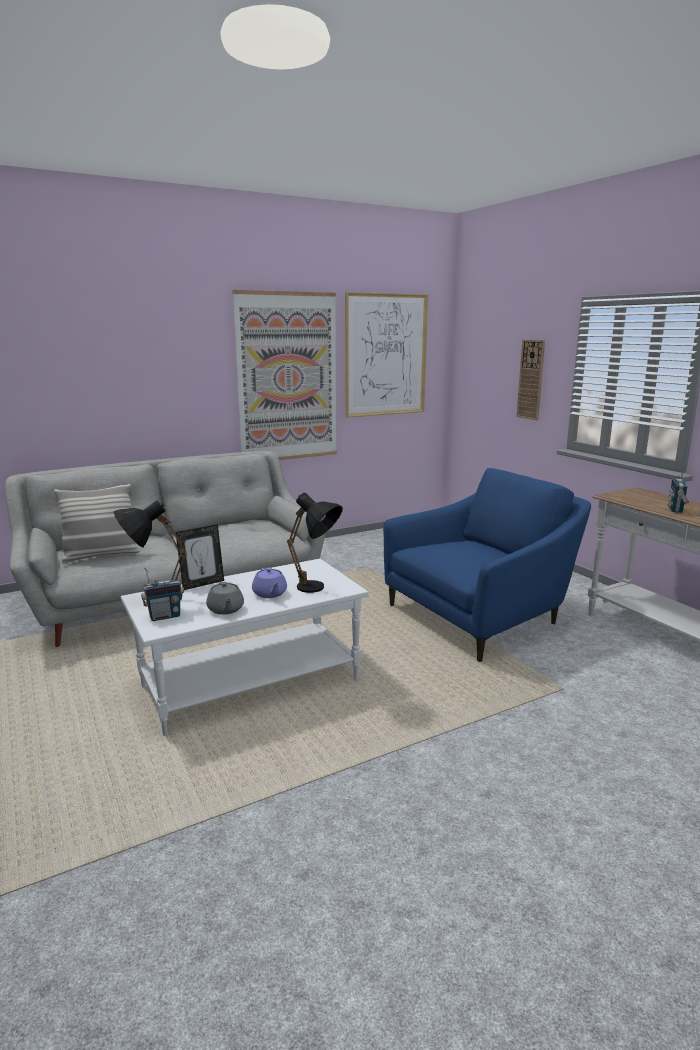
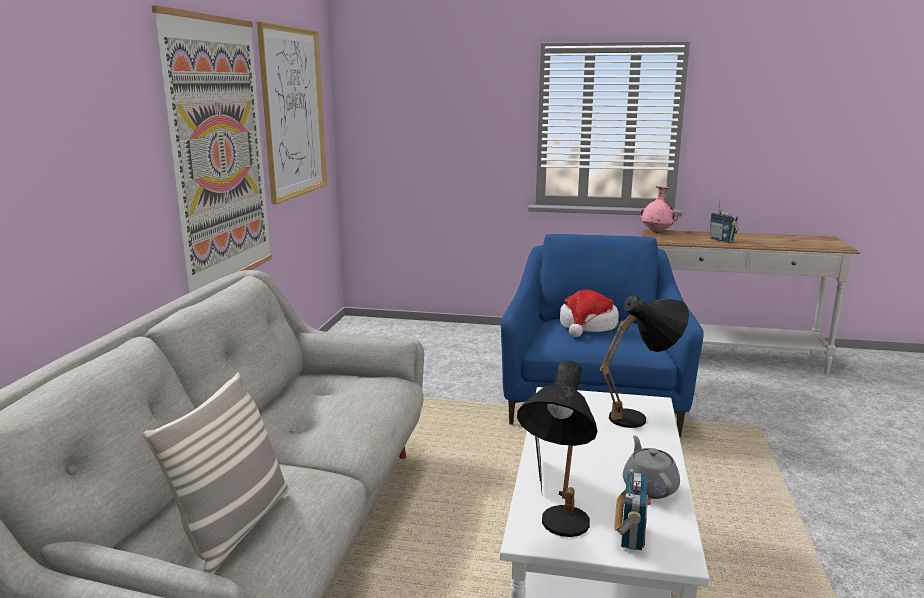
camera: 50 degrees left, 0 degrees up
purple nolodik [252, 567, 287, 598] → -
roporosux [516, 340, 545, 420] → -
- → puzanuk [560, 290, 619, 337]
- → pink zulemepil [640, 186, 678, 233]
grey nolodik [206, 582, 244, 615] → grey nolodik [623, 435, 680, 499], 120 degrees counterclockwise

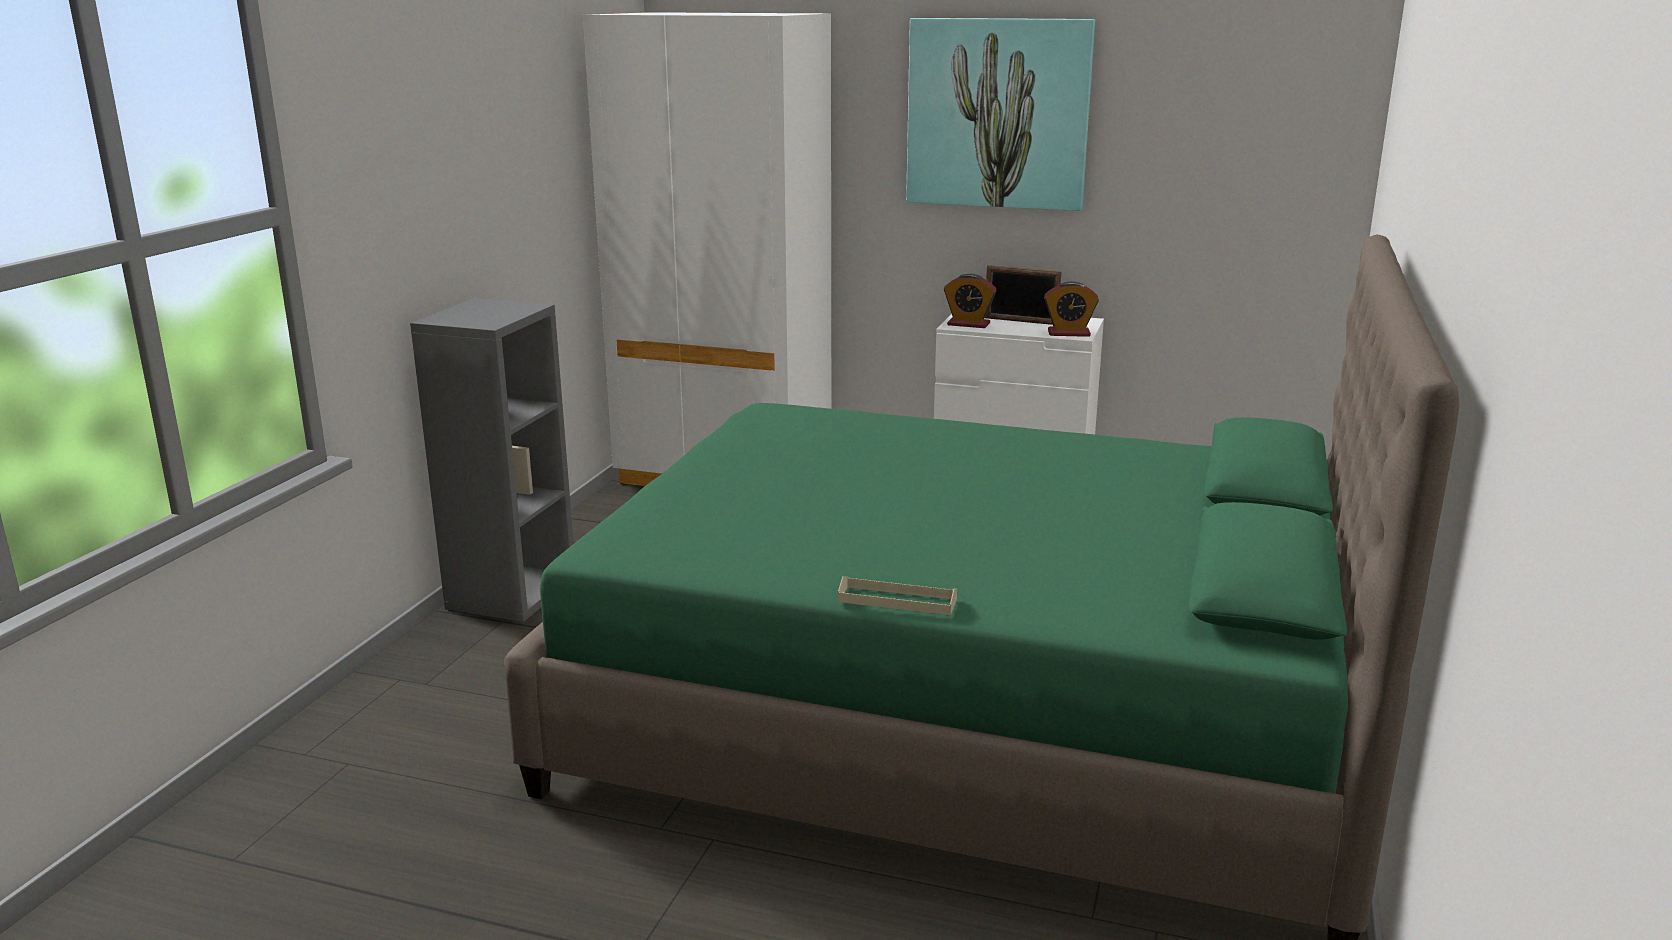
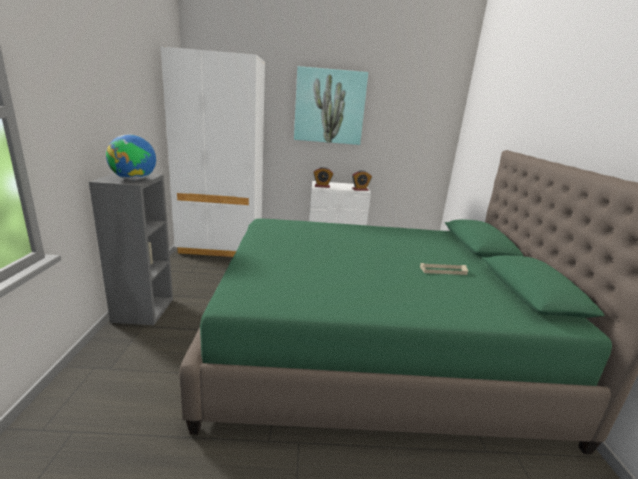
camera: 20 degrees left, 0 degrees up
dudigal [985, 265, 1062, 325] → -
- → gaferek [106, 135, 156, 180]
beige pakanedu [838, 576, 957, 615] → beige pakanedu [420, 263, 468, 275], shifted

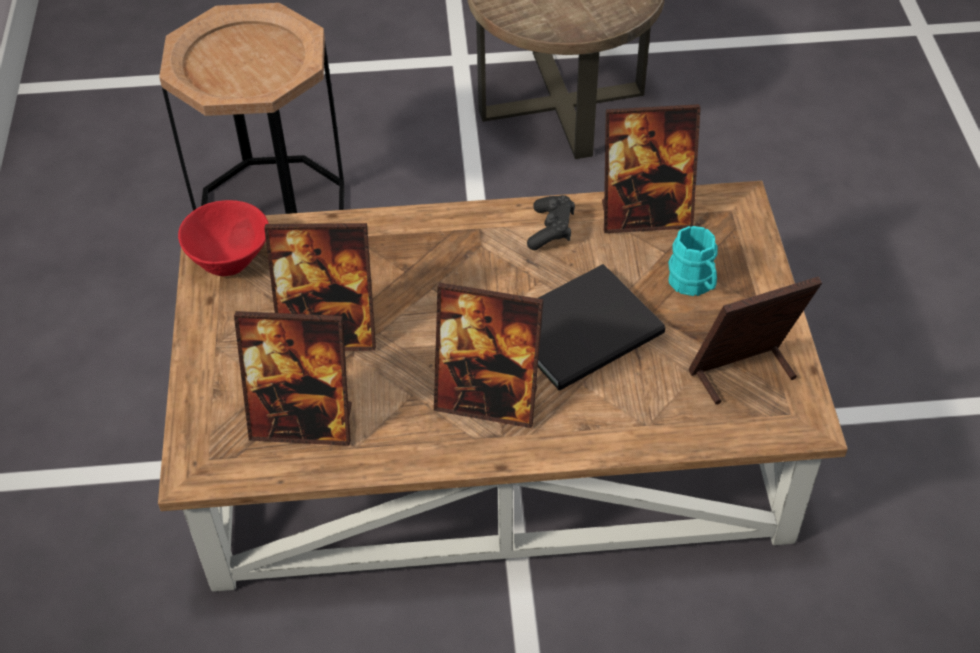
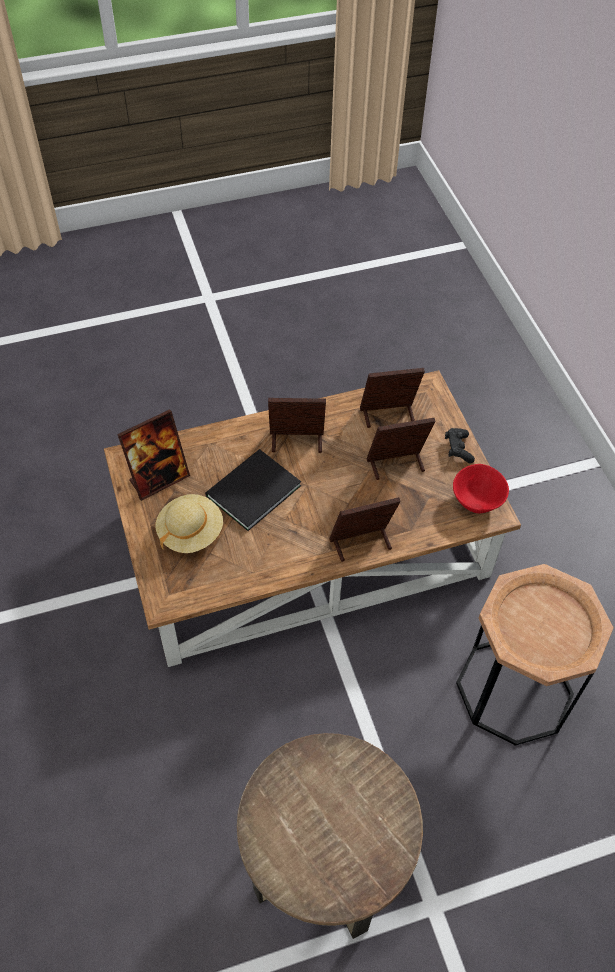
camera: 165 degrees right, 5 degrees up
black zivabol [527, 195, 575, 250] → black zivabol [445, 428, 475, 463], shifted
dudigal [602, 104, 701, 233] → dudigal [330, 497, 401, 562], shifted
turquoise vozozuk [668, 226, 717, 296] → beige puzanuk [155, 494, 223, 553]

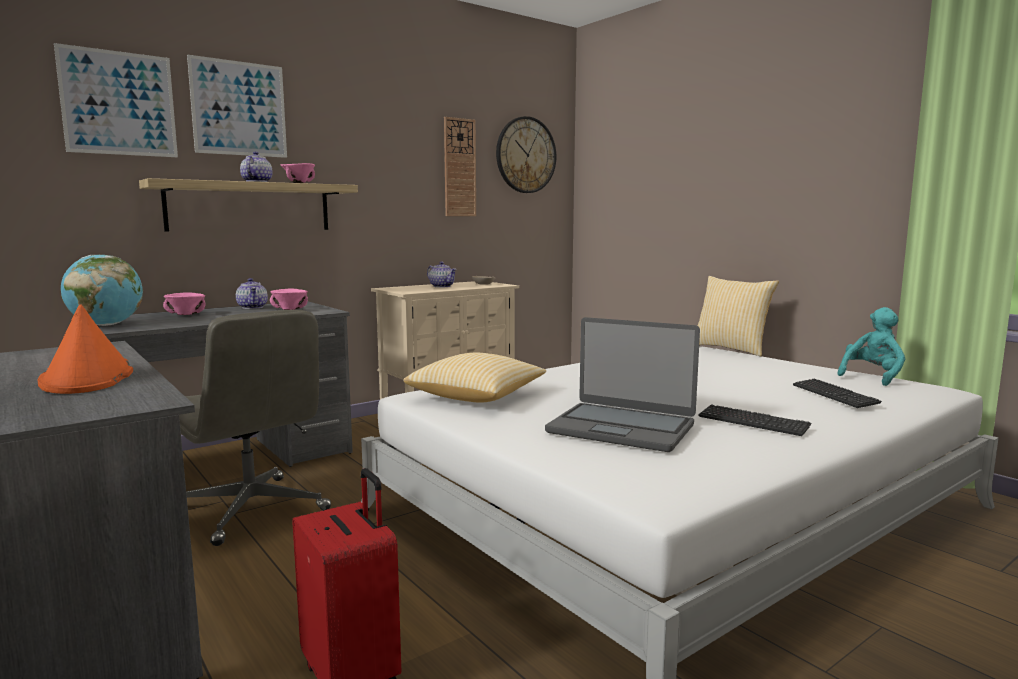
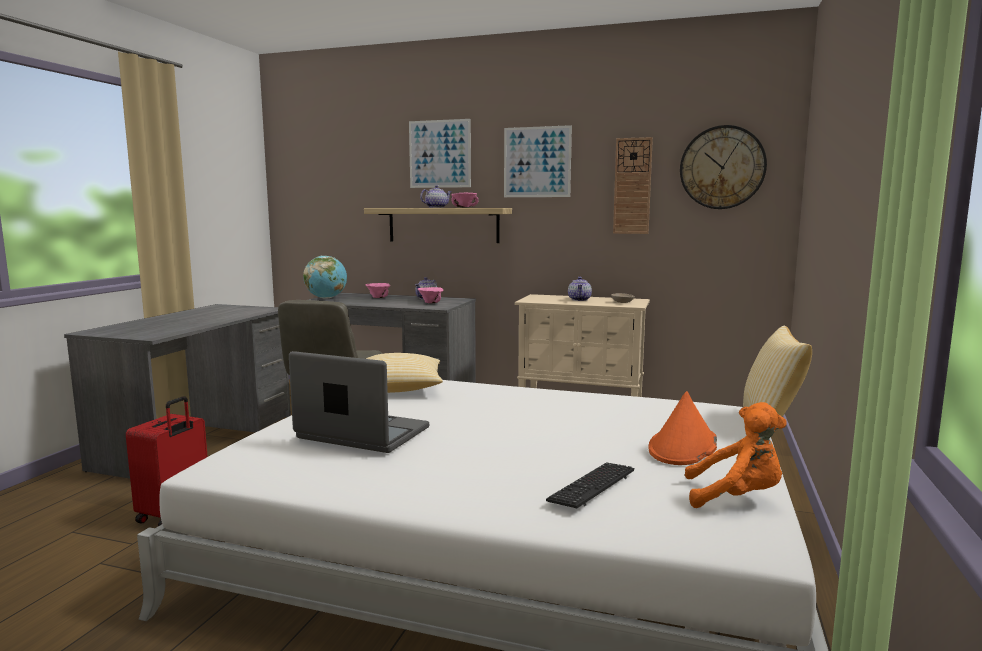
camera: 55 degrees right, 0 degrees up
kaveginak [698, 405, 812, 436] → -
orange puzanuk [38, 304, 133, 394] → orange puzanuk [649, 391, 717, 465], shifted
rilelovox [54, 43, 178, 157] → rilelovox [504, 125, 572, 197], shifted
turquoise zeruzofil [837, 307, 905, 386] → orange zeruzofil [685, 402, 787, 508]
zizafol [545, 317, 700, 452] → zizafol [289, 351, 429, 453], 120 degrees clockwise

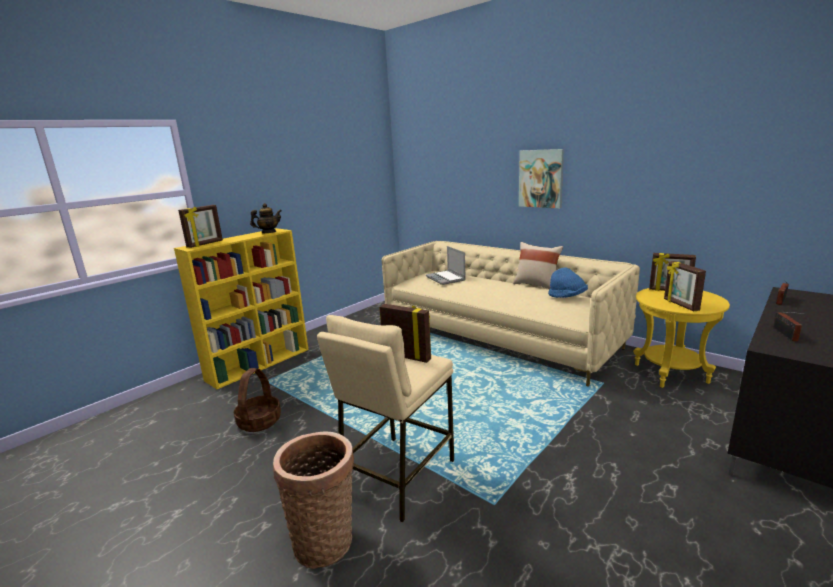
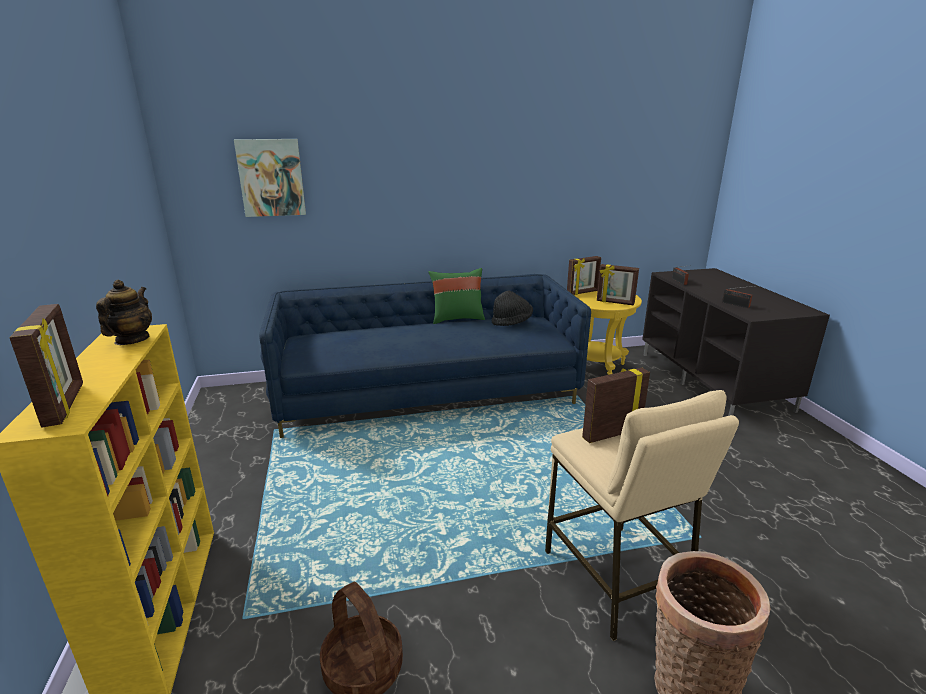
camera: 55 degrees left, 5 degrees up
zizafol [426, 246, 466, 285] → -
rilelovox [519, 149, 564, 209] → rilelovox [234, 139, 306, 217], shifted
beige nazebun [382, 241, 640, 387] → blue nazebun [259, 274, 591, 438]
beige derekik [513, 242, 563, 289] → green derekik [428, 268, 485, 324]
blue puzanuk [548, 268, 588, 298] → black puzanuk [491, 291, 533, 326]

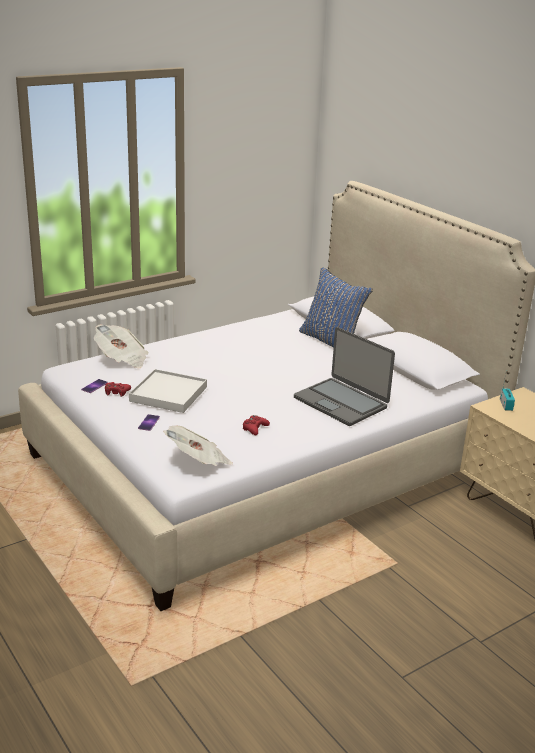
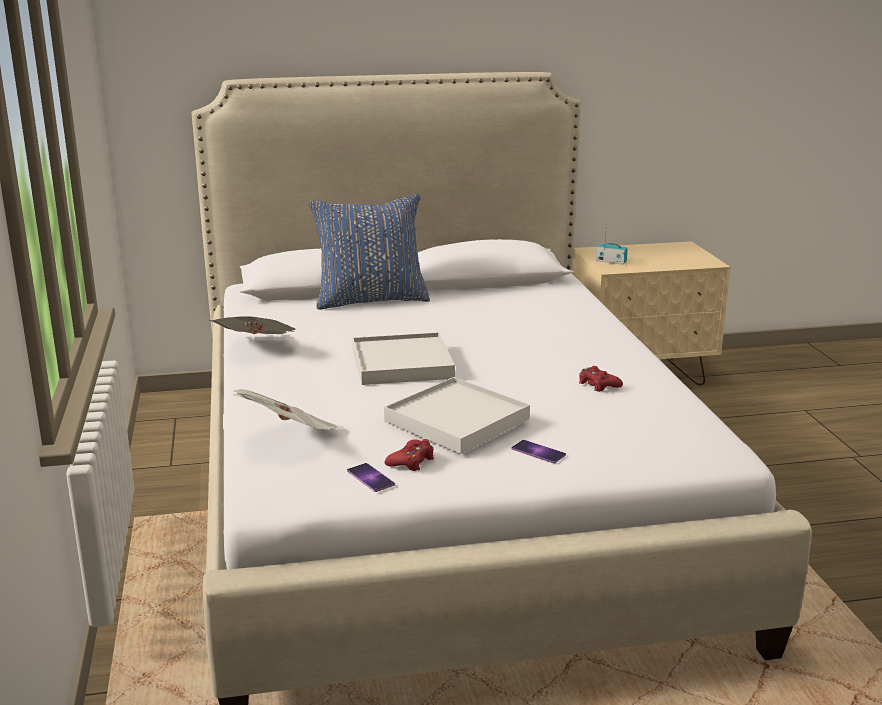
camera: 65 degrees left, 5 degrees down
zizafol [294, 327, 395, 426] → -
- → white pakanedu [352, 332, 455, 385]
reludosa [163, 426, 233, 466] → reludosa [209, 316, 296, 334], shifted

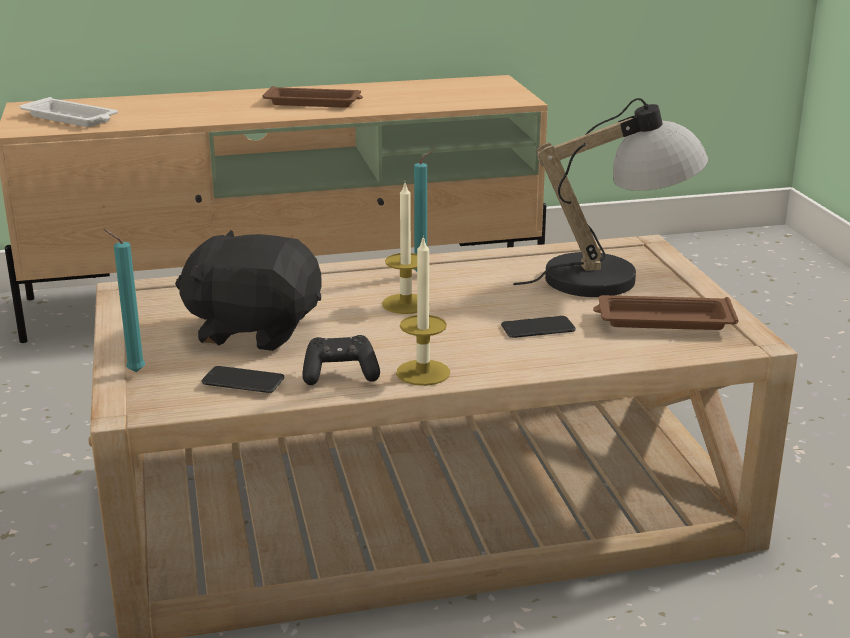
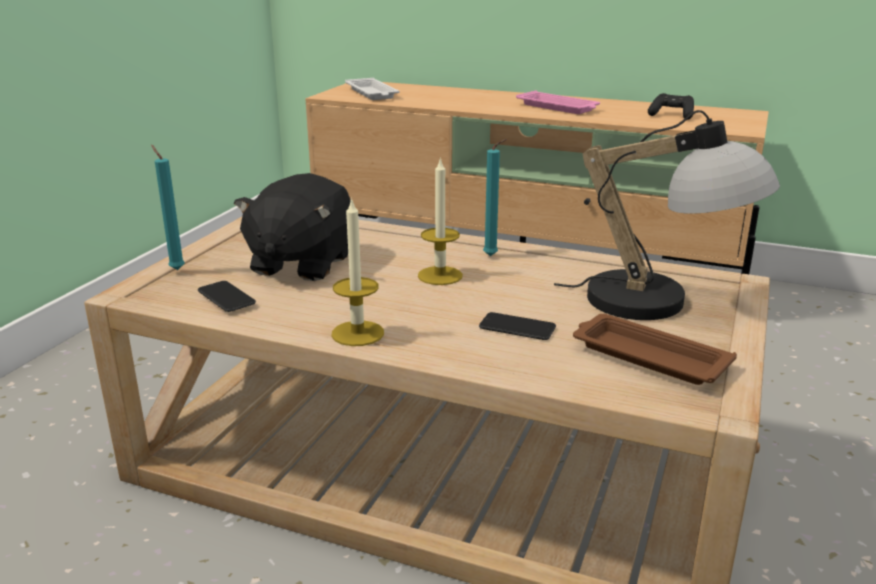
camera: 35 degrees right, 0 degrees up
black zivabol [302, 335, 380, 385] → black zivabol [648, 93, 694, 120], shifted
brown pakanedu [262, 86, 363, 108] → pink pakanedu [516, 90, 600, 114]
black zeruzofil [175, 230, 322, 351] → black zeruzofil [234, 173, 351, 281], 120 degrees counterclockwise

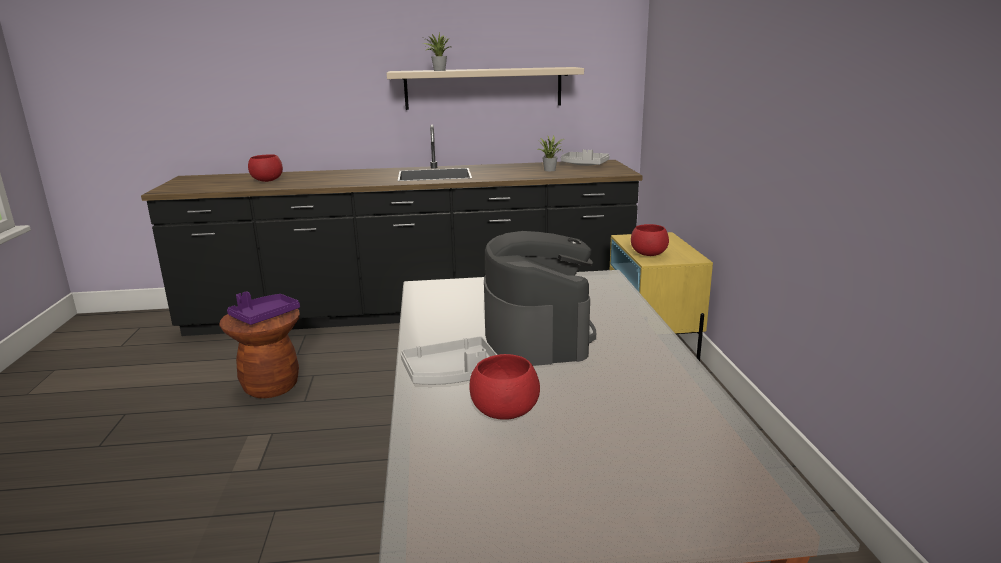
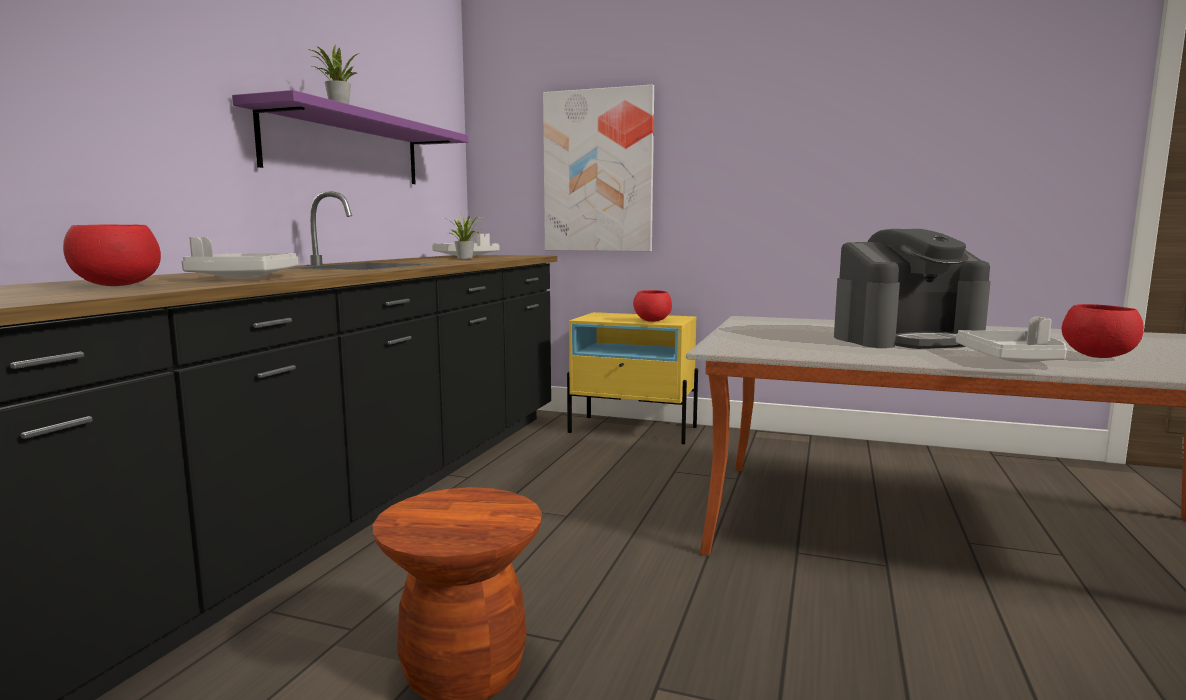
camera: 65 degrees left, 10 degrees down
purple pakanedu [227, 291, 300, 325] → -
- → grey pakanedu [181, 237, 298, 279]
- → rilelovox [543, 85, 654, 251]
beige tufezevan [387, 67, 584, 110] → purple tufezevan [232, 90, 469, 184]
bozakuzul [484, 231, 596, 366] → bozakuzul [834, 229, 991, 349], 150 degrees clockwise

